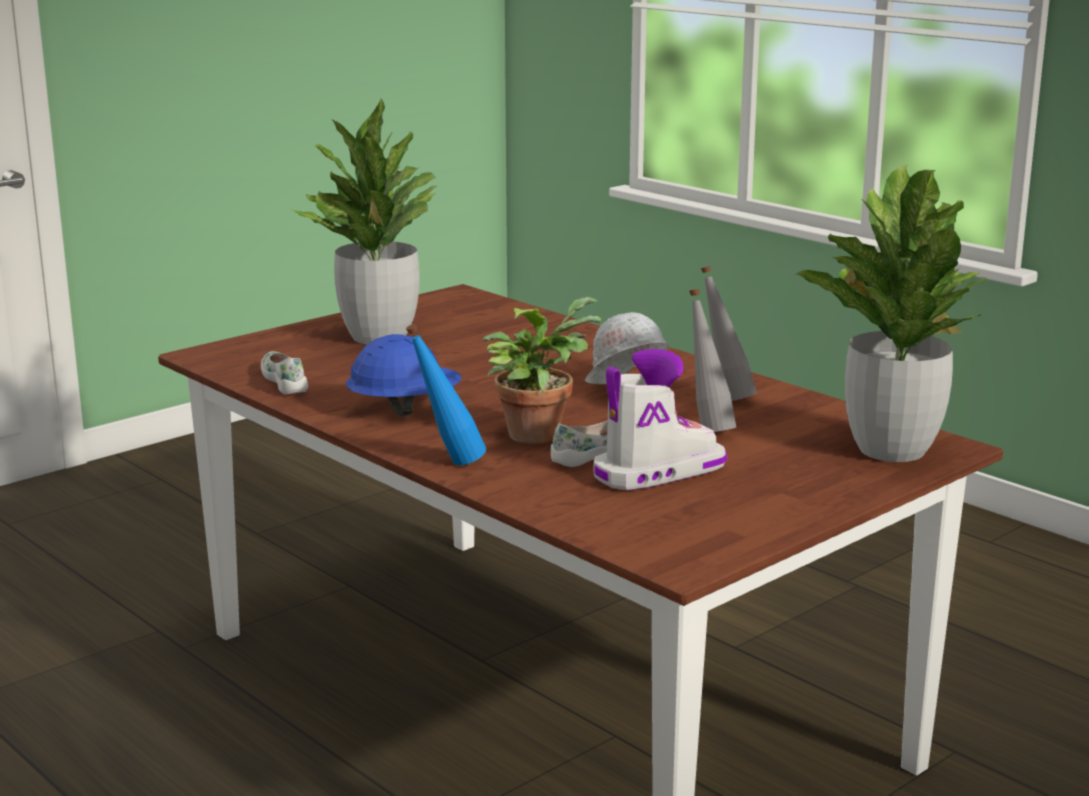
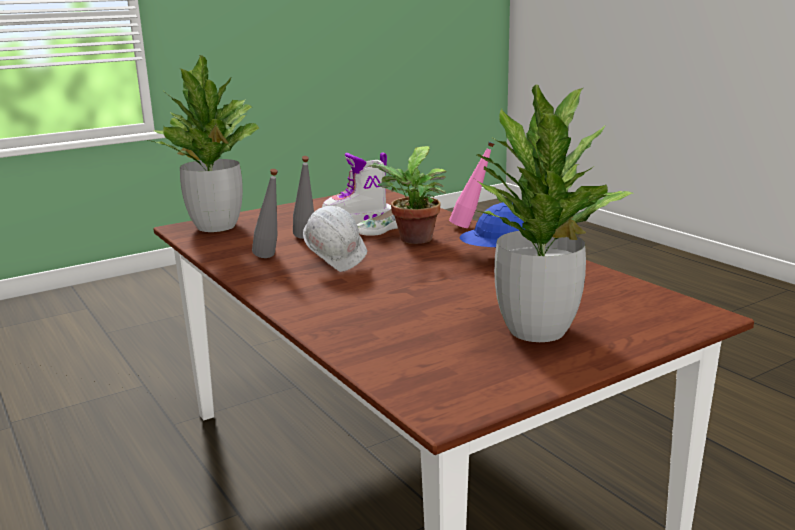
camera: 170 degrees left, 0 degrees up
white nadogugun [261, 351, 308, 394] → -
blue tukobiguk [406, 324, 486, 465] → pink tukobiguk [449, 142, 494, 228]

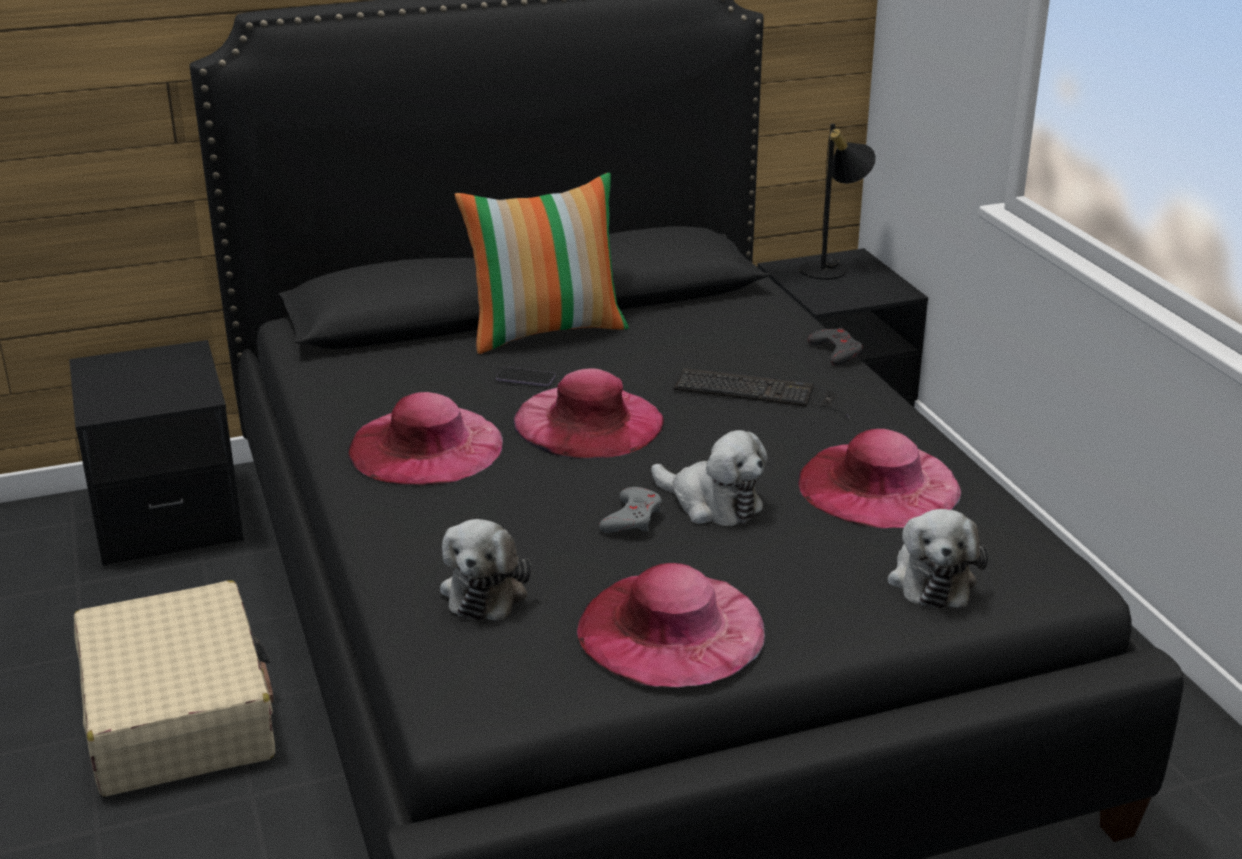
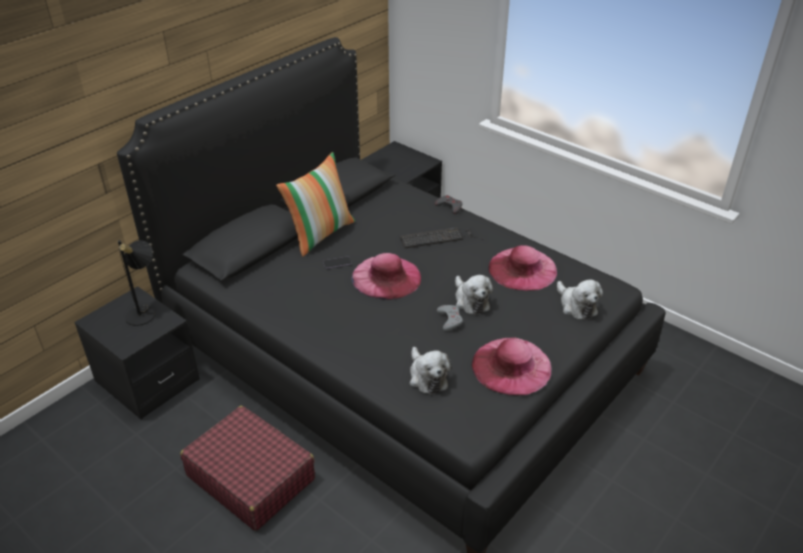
camera: 30 degrees left, 10 degrees up
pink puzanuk [348, 392, 503, 486] → -
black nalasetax [800, 124, 876, 280] → black nalasetax [118, 240, 155, 326], shifted
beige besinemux [74, 580, 275, 796] → red besinemux [180, 406, 315, 531]
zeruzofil [651, 430, 768, 526] → zeruzofil [455, 275, 493, 315], 60 degrees clockwise

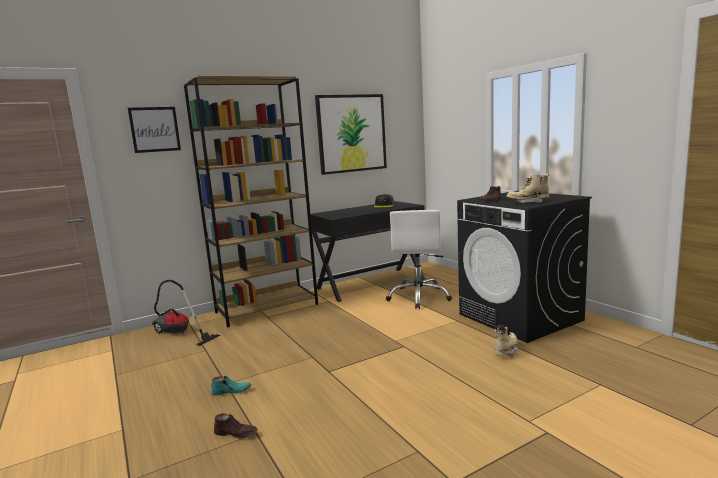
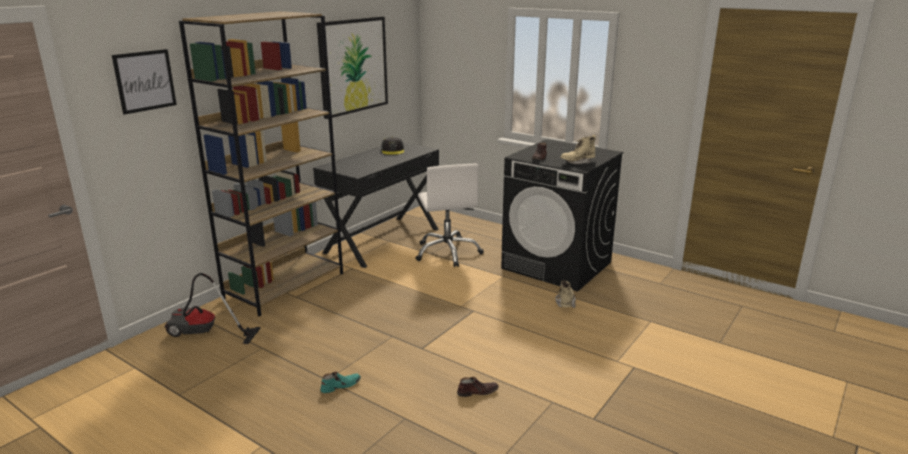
camera: 25 degrees left, 10 degrees up
brown nadogugun [214, 413, 258, 438] → brown nadogugun [457, 377, 499, 397], shifted

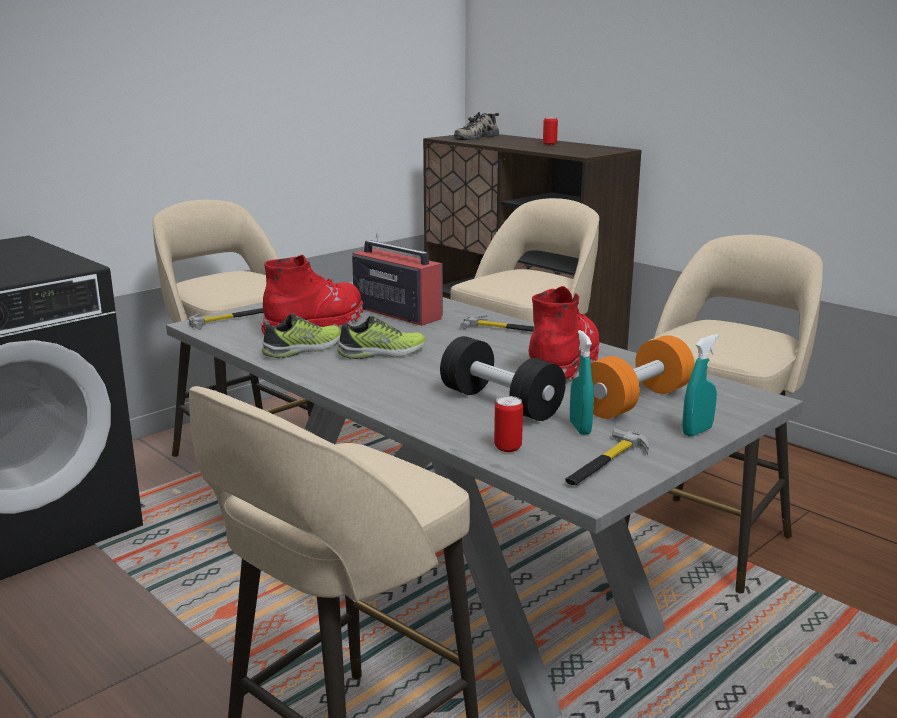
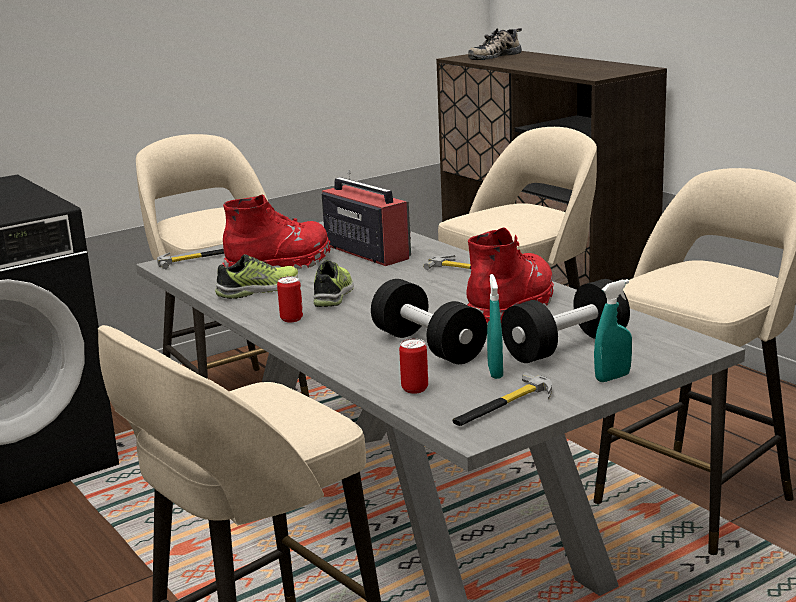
camera: 10 degrees right, 0 degrees up
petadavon [543, 117, 558, 145] → petadavon [277, 276, 303, 322], shifted
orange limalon [591, 335, 695, 419] → black limalon [501, 279, 630, 363]
nadogugun [337, 316, 426, 359] → nadogugun [314, 260, 354, 307], 75 degrees counterclockwise

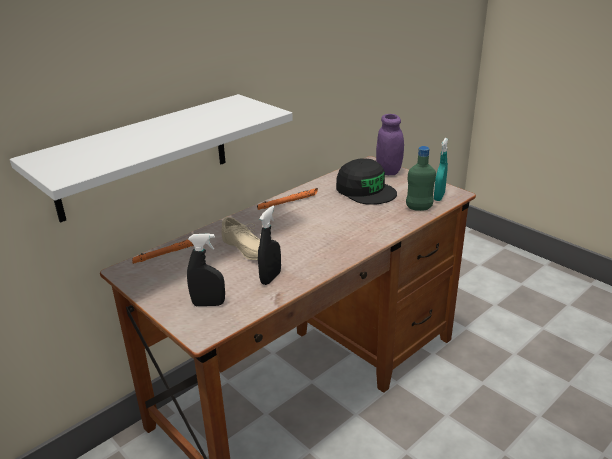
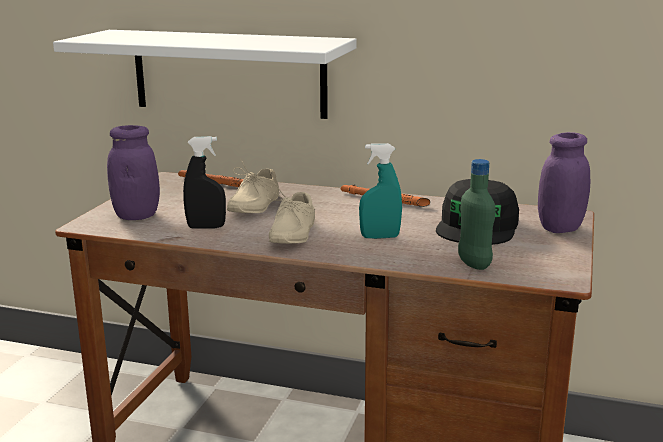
camera: 60 degrees right, 10 degrees down
- → beige nadogugun [267, 183, 315, 244]
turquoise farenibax [434, 138, 448, 201] → turquoise farenibax [359, 143, 402, 239], shifted
black farenibax [187, 233, 225, 306] → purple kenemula [107, 125, 160, 220]

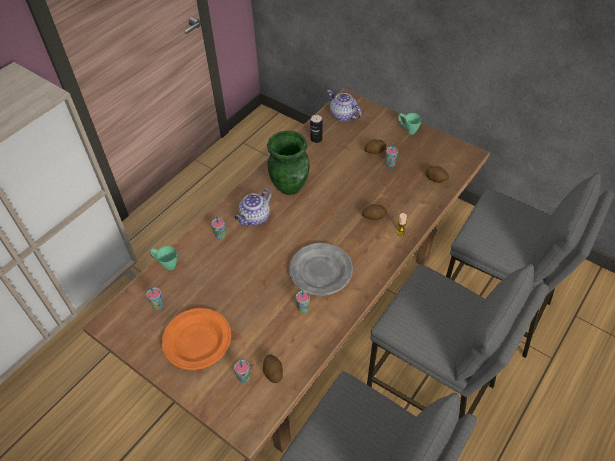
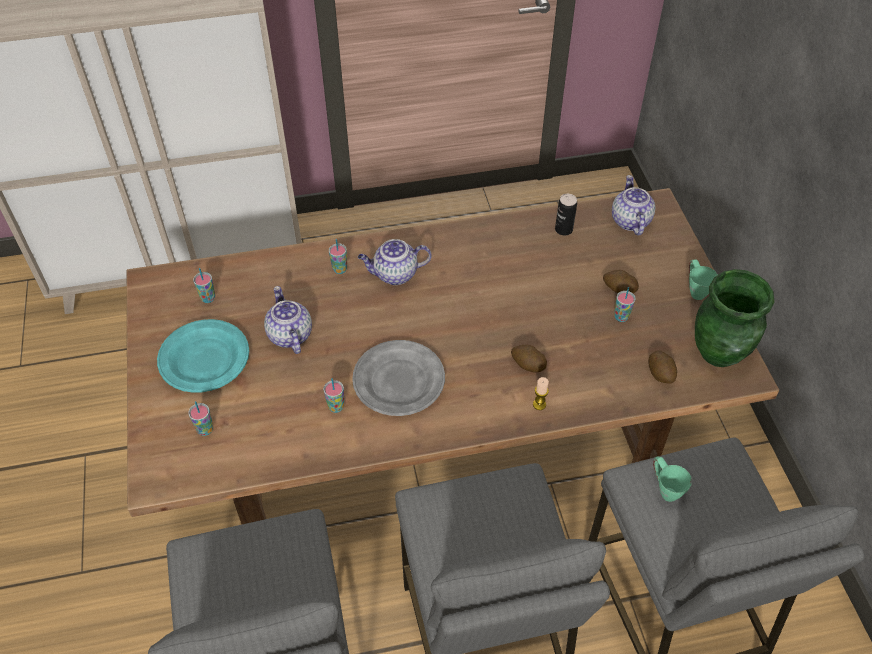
camera: 40 degrees right, 0 degrees up
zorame [263, 354, 283, 383] → -
- → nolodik [264, 286, 312, 354]
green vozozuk [149, 246, 177, 270] → green vozozuk [653, 456, 692, 502], shifted
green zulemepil [267, 130, 310, 195] → green zulemepil [695, 269, 775, 367], shifted
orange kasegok [162, 308, 231, 370] → turquoise kasegok [157, 319, 249, 393]

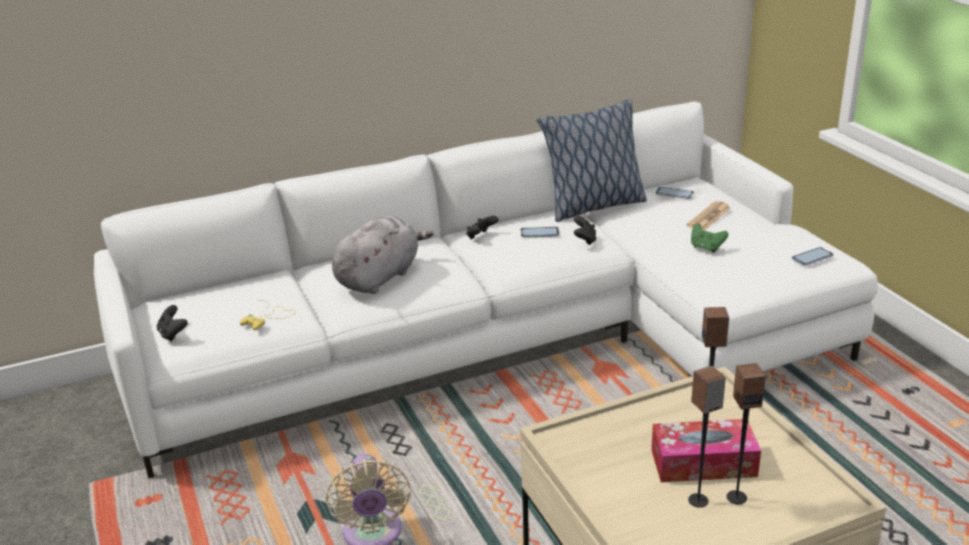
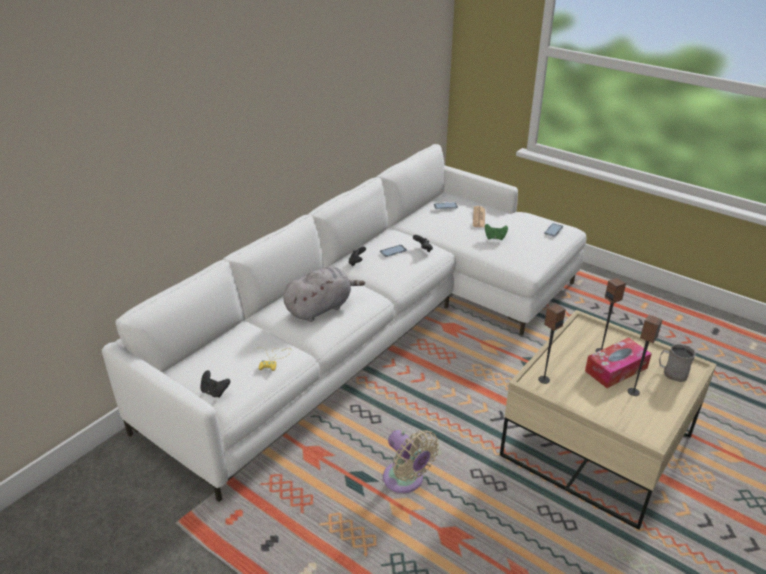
camera: 30 degrees left, 5 degrees up
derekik [537, 99, 647, 222] → -
- → grey vozozuk [659, 344, 696, 382]
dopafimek [726, 363, 766, 504] → dopafimek [538, 303, 566, 384], shifted
grey zeruzofil [332, 216, 433, 294] → grey zeruzofil [283, 266, 365, 322], 45 degrees clockwise

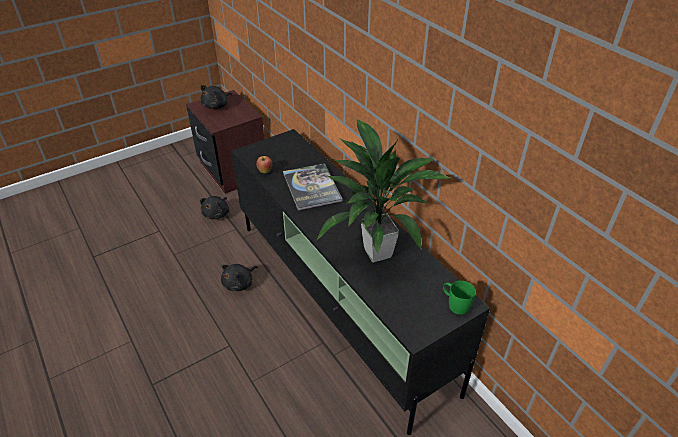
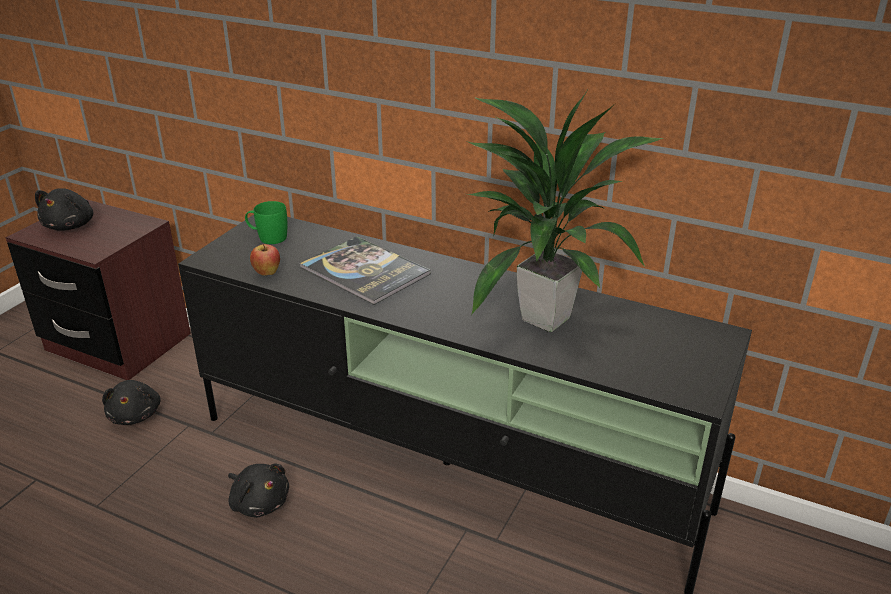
camera: 30 degrees left, 10 degrees down
green vozozuk [443, 281, 476, 315] → green vozozuk [245, 201, 287, 244], shifted
black zeruzofil [221, 264, 258, 291] → black zeruzofil [228, 464, 289, 518], 60 degrees counterclockwise

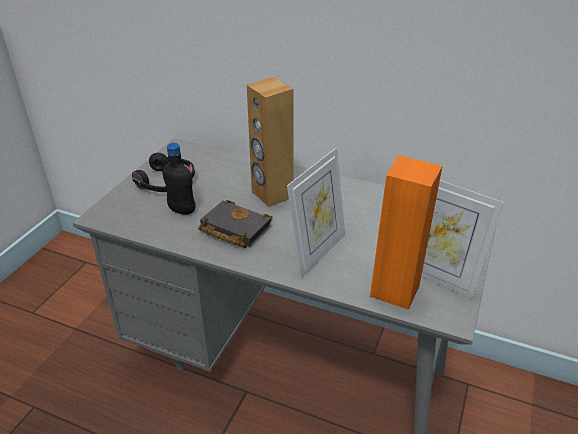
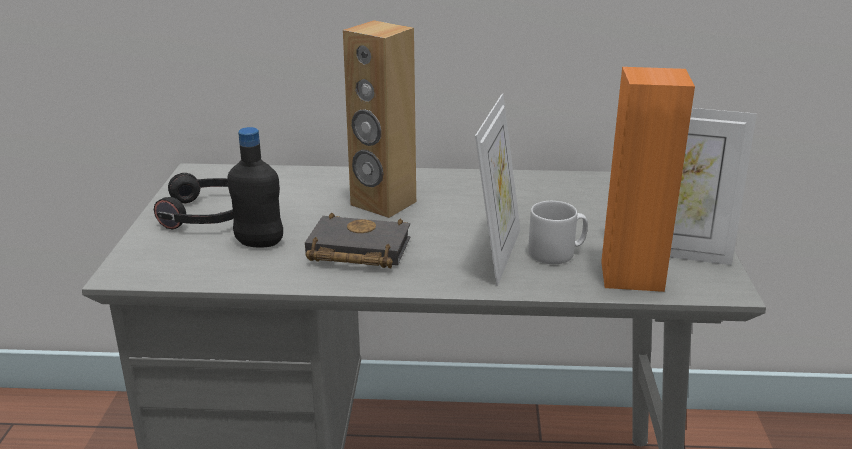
camera: 20 degrees left, 10 degrees down
- → grey vozozuk [528, 201, 588, 264]

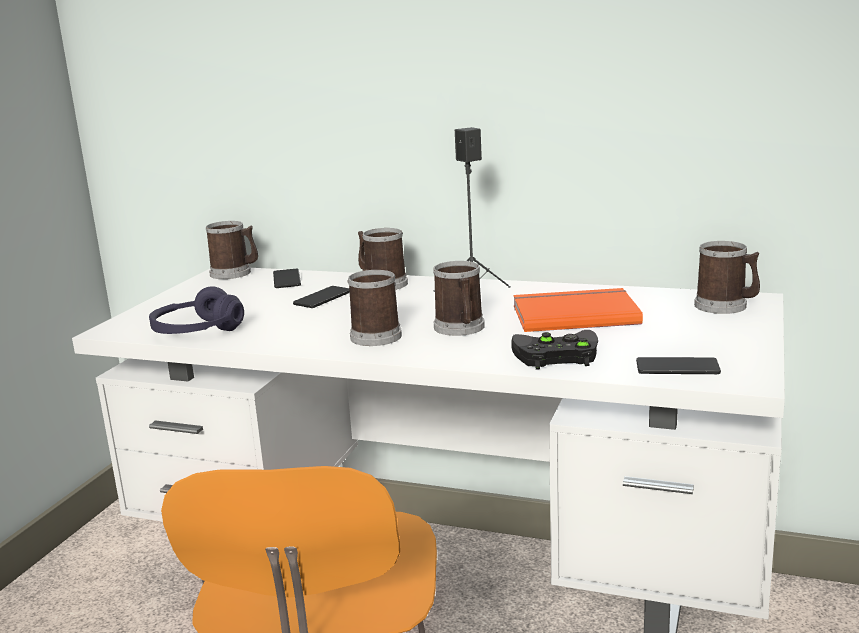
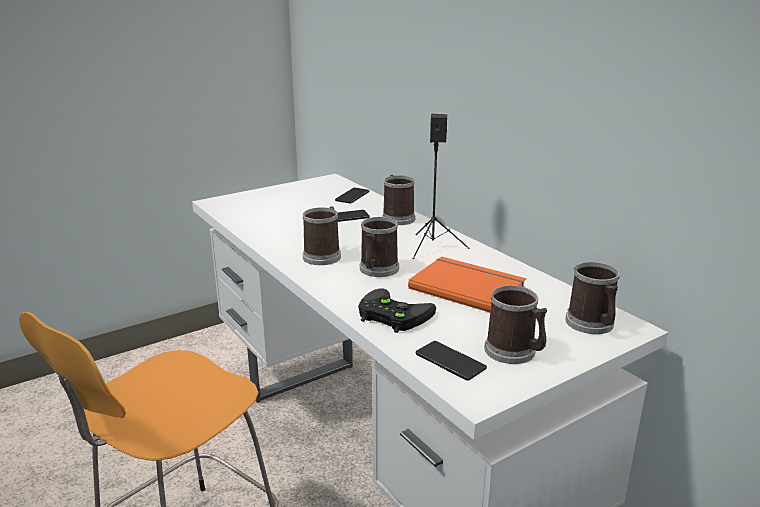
camera: 35 degrees right, 5 degrees up
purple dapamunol [149, 286, 244, 334] → -
vozozuk [206, 221, 258, 279] → vozozuk [485, 286, 547, 364], shifted

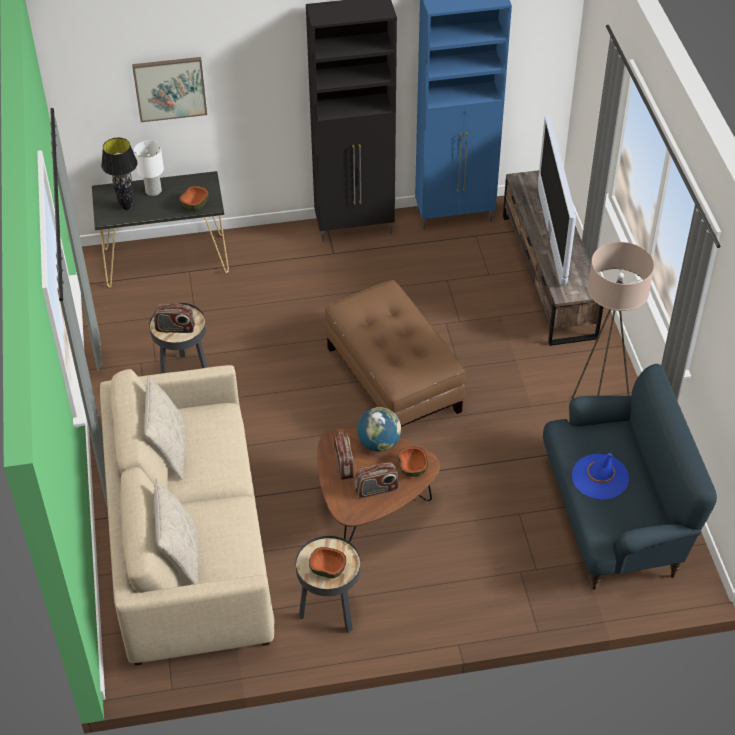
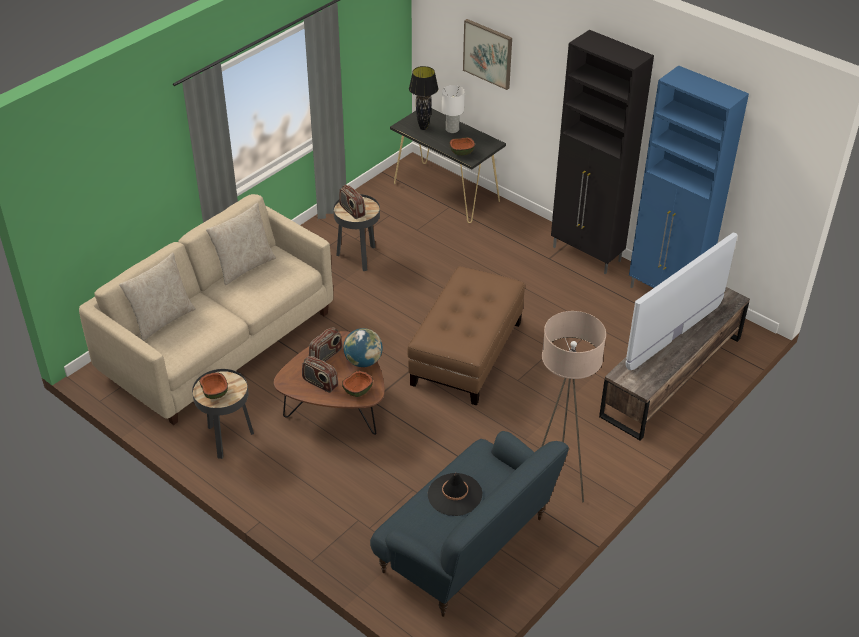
camera: 50 degrees right, 5 degrees down
blue puzanuk [572, 453, 629, 500] → black puzanuk [428, 473, 482, 516]

